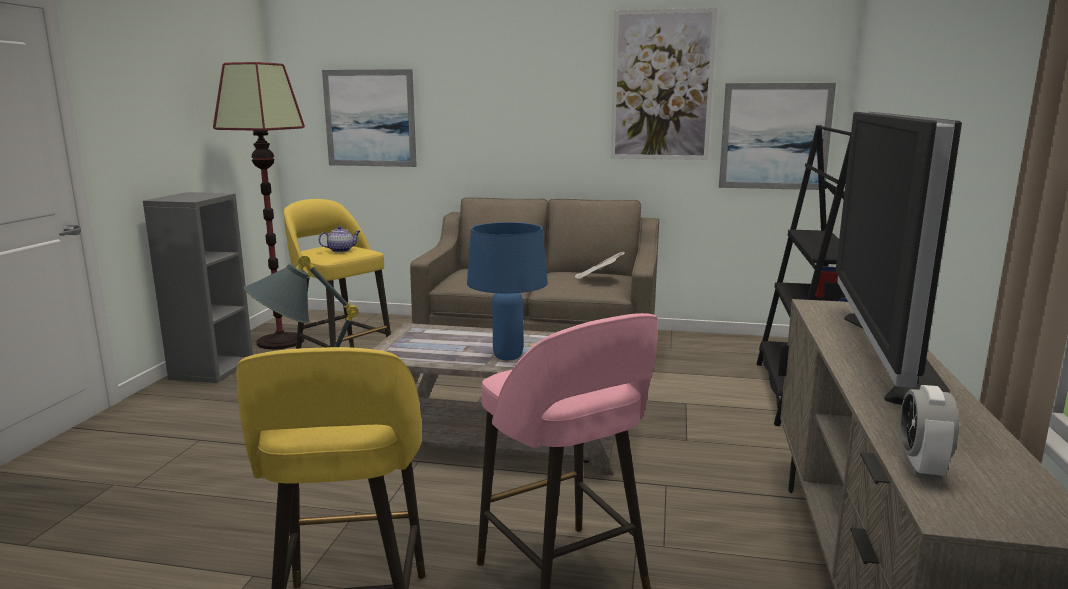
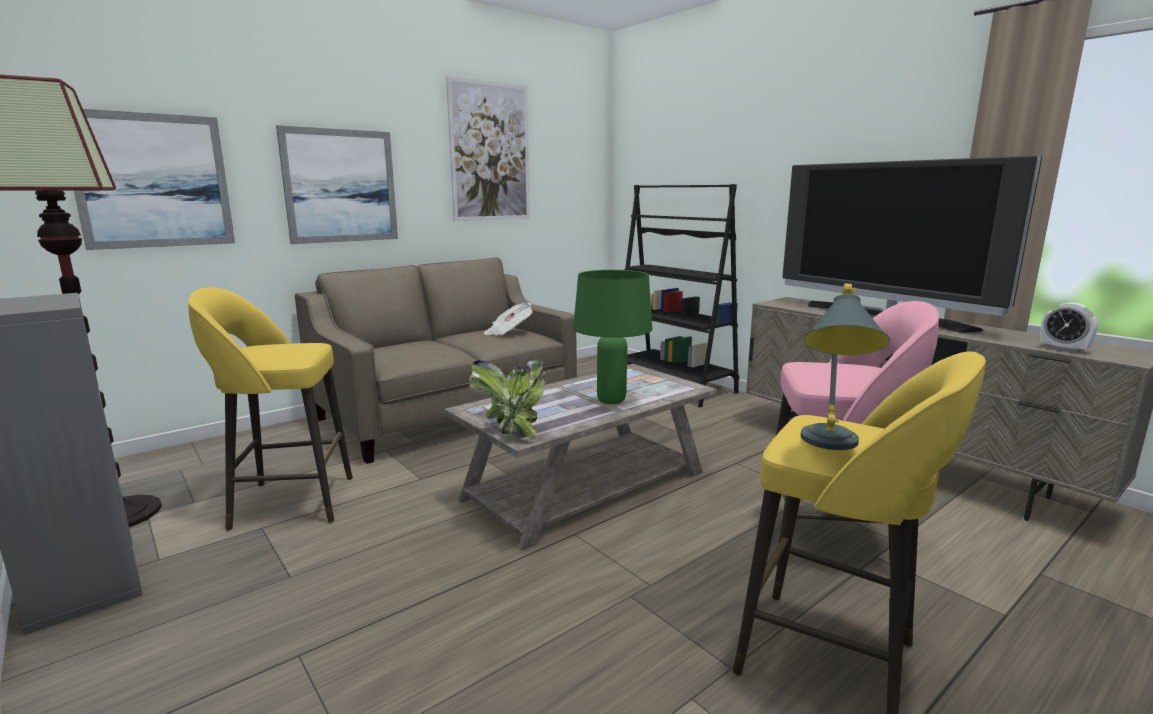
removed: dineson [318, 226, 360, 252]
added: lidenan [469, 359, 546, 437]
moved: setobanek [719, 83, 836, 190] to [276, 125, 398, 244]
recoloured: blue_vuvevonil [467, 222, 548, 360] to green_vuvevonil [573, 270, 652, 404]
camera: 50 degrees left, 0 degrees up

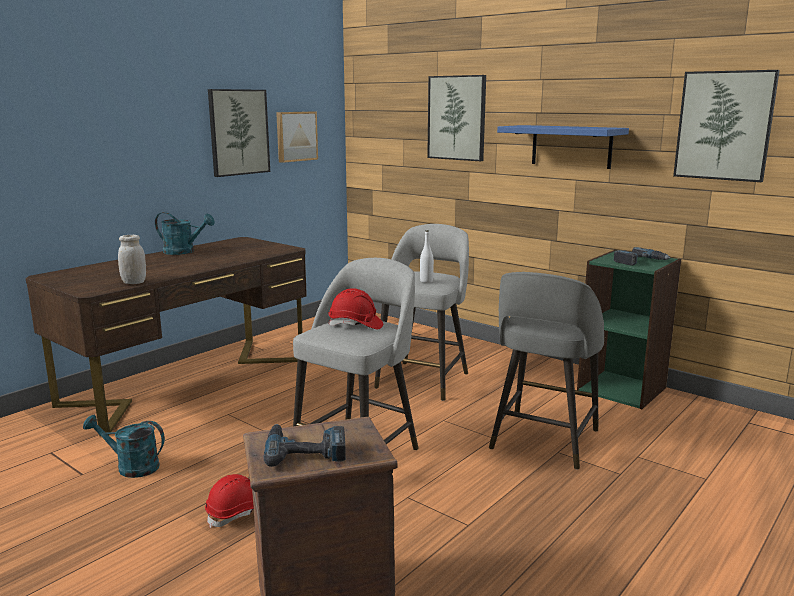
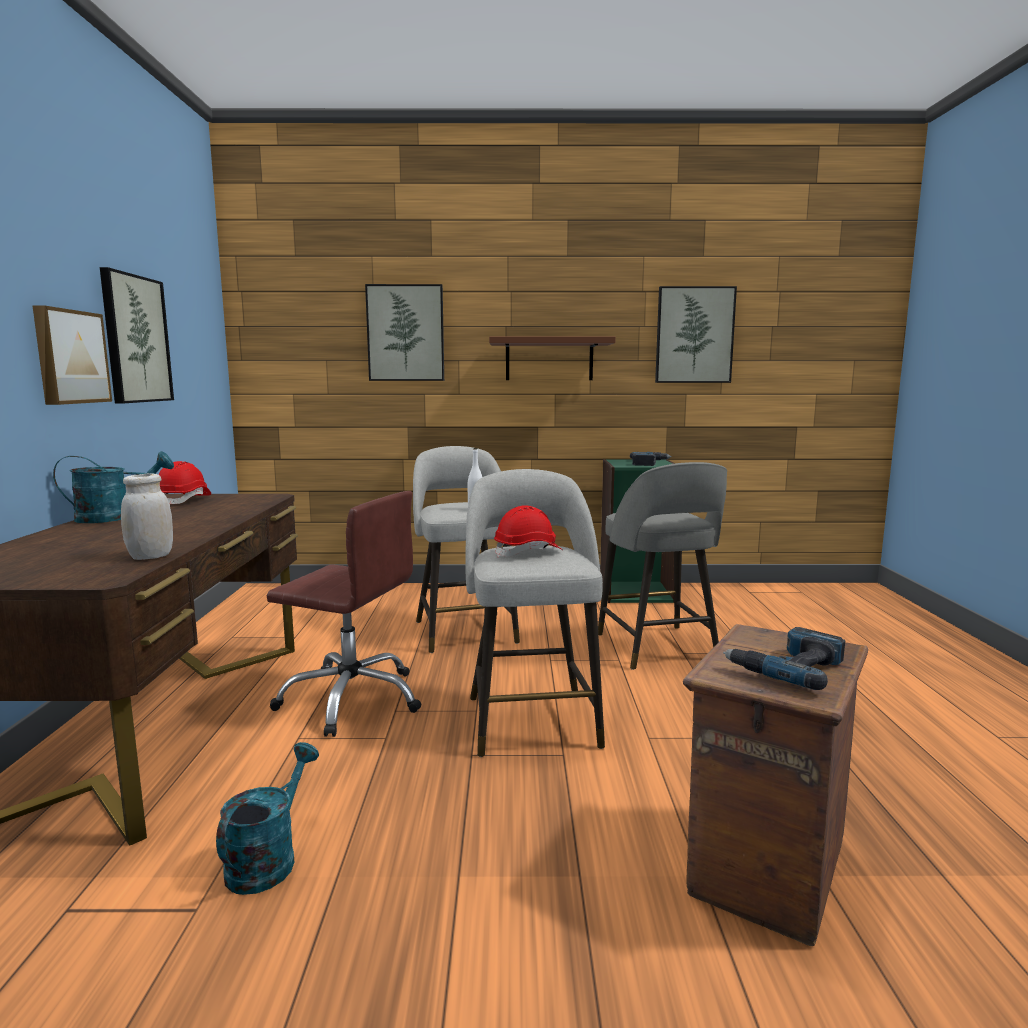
added: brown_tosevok [266, 491, 422, 737]
moved: setobanek [276, 112, 318, 163] to [33, 305, 112, 405]; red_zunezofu [205, 474, 254, 528] to [158, 461, 211, 505]
recoloured: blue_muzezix [497, 125, 629, 169] to brown_muzezix [489, 337, 616, 380]
turned: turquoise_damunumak [83, 415, 165, 478] = [216, 742, 319, 895] 135 degrees clockwise
camera: 40 degrees left, 5 degrees down

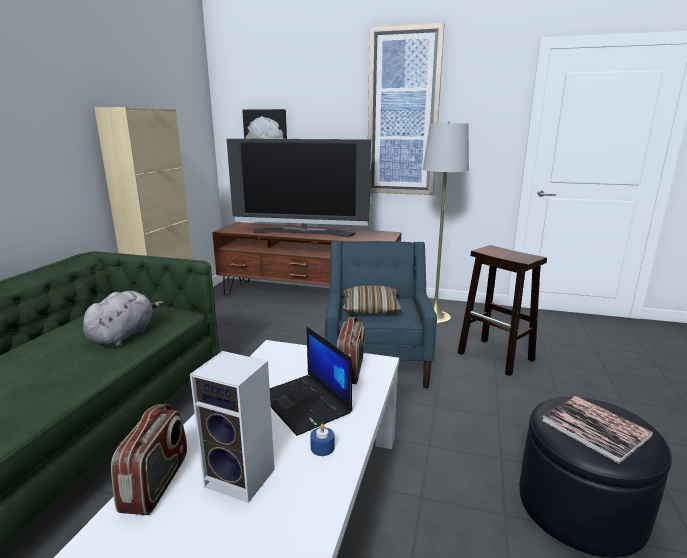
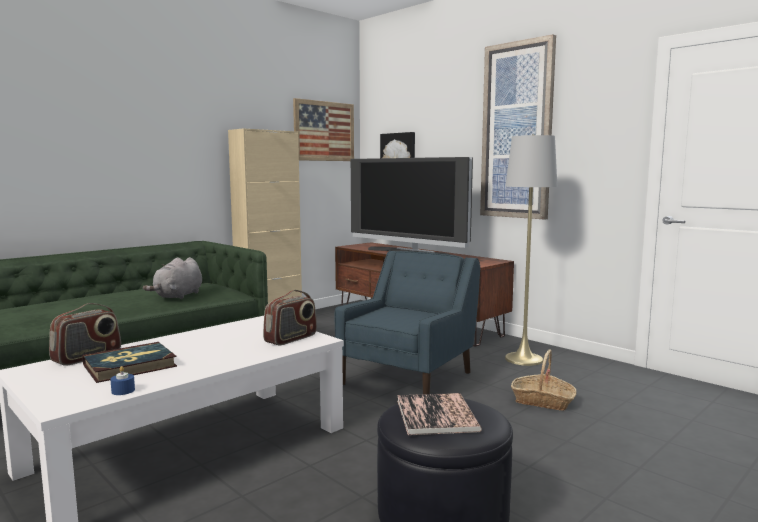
removed: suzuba [342, 285, 402, 314]; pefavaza [270, 327, 352, 436]
added: setobanek [293, 98, 354, 161]
moved: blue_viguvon [310, 424, 334, 456] to [110, 366, 135, 395]
replaced: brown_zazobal [457, 245, 547, 376] to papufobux [511, 349, 577, 411]; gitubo [190, 351, 275, 503] to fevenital [82, 342, 177, 383]
turned: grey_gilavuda [83, 291, 164, 346] = [143, 257, 202, 299] 150 degrees clockwise
camera: 30 degrees right, 10 degrees down

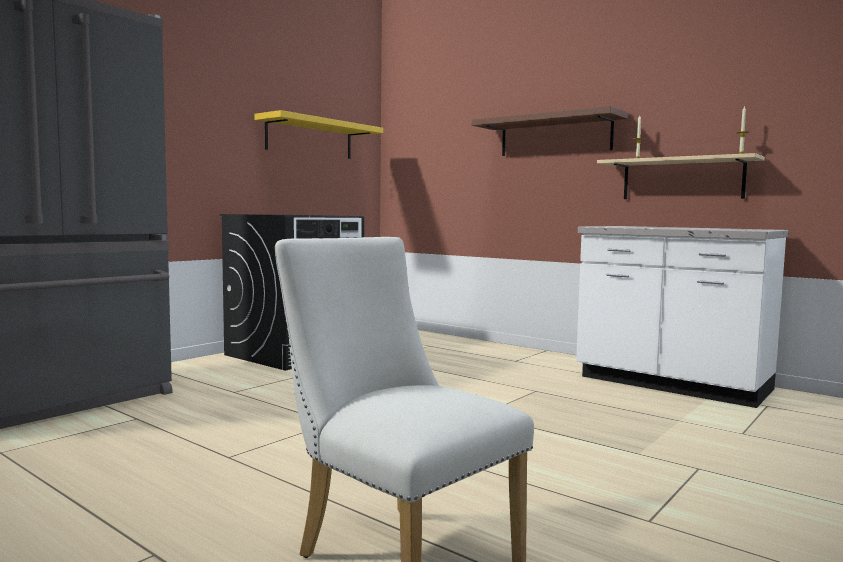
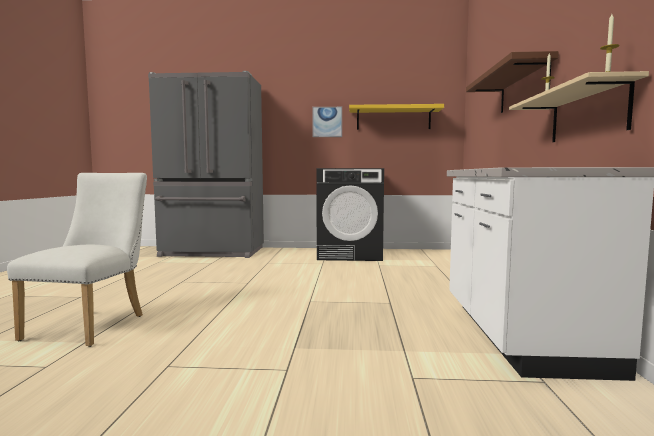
added: setobanek [312, 107, 342, 137]
camera: 55 degrees right, 0 degrees up

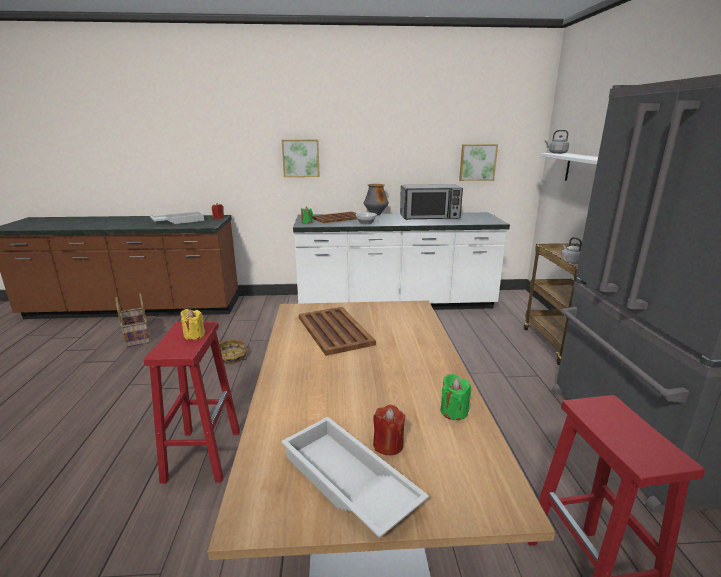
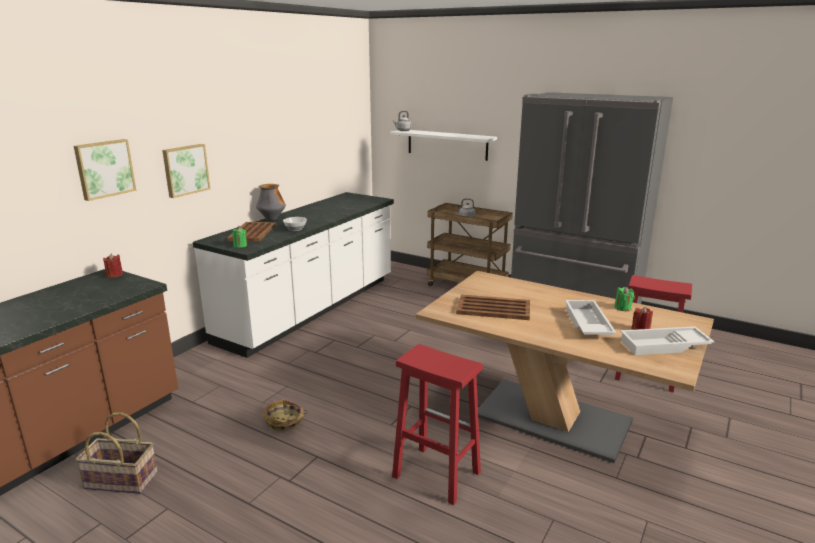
removed: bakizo [400, 184, 463, 220]; yellow_viguvon [181, 309, 205, 340]
moved: setobanek [459, 144, 498, 181] to [74, 139, 136, 201]; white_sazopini [150, 211, 205, 224] to [565, 300, 616, 335]
camera: 55 degrees left, 0 degrees up

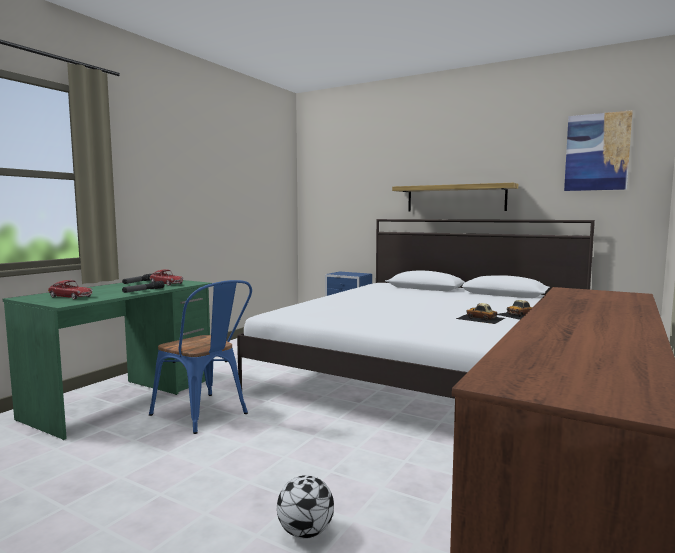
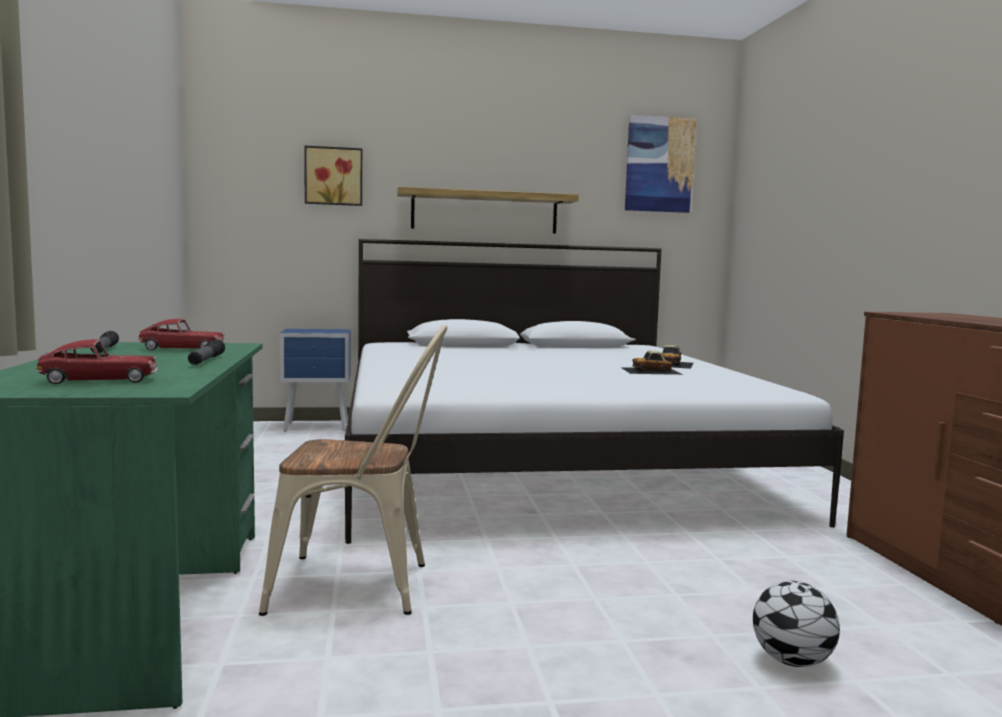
added: setobanek [304, 145, 362, 206]
recoloured: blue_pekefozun [149, 280, 252, 434] to beige_pekefozun [259, 325, 447, 616]
camera: 40 degrees left, 0 degrees up

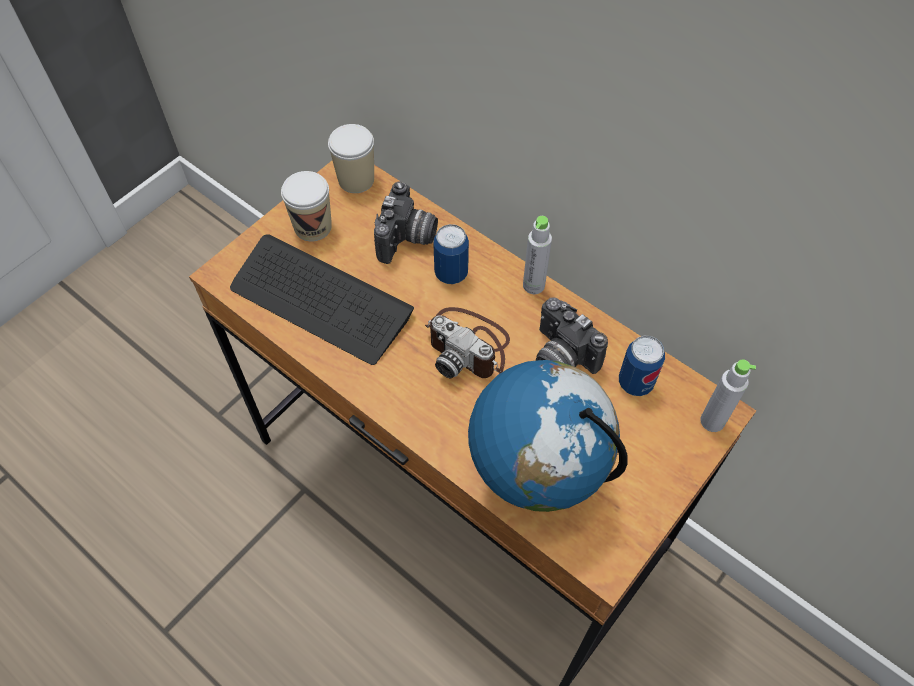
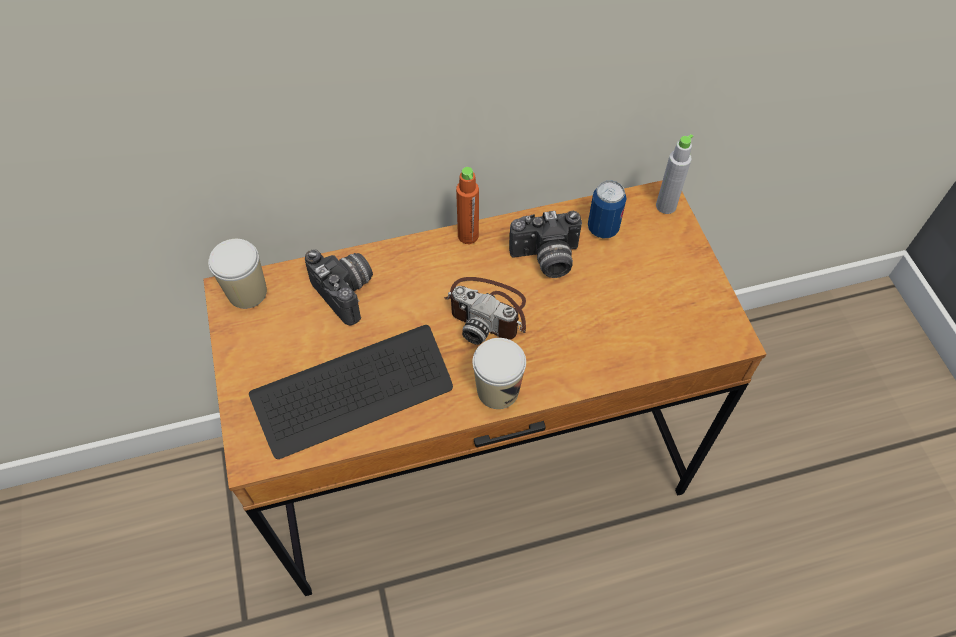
removed: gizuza [433, 224, 469, 284]; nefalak [468, 360, 628, 512]
moved: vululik [281, 171, 332, 242] to [472, 338, 526, 409]
recoloured: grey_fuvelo [523, 216, 552, 294] to orange_fuvelo [456, 167, 479, 244]
turned: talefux [425, 307, 510, 379] = [444, 277, 526, 345] 45 degrees clockwise
camera: 55 degrees left, 0 degrees up

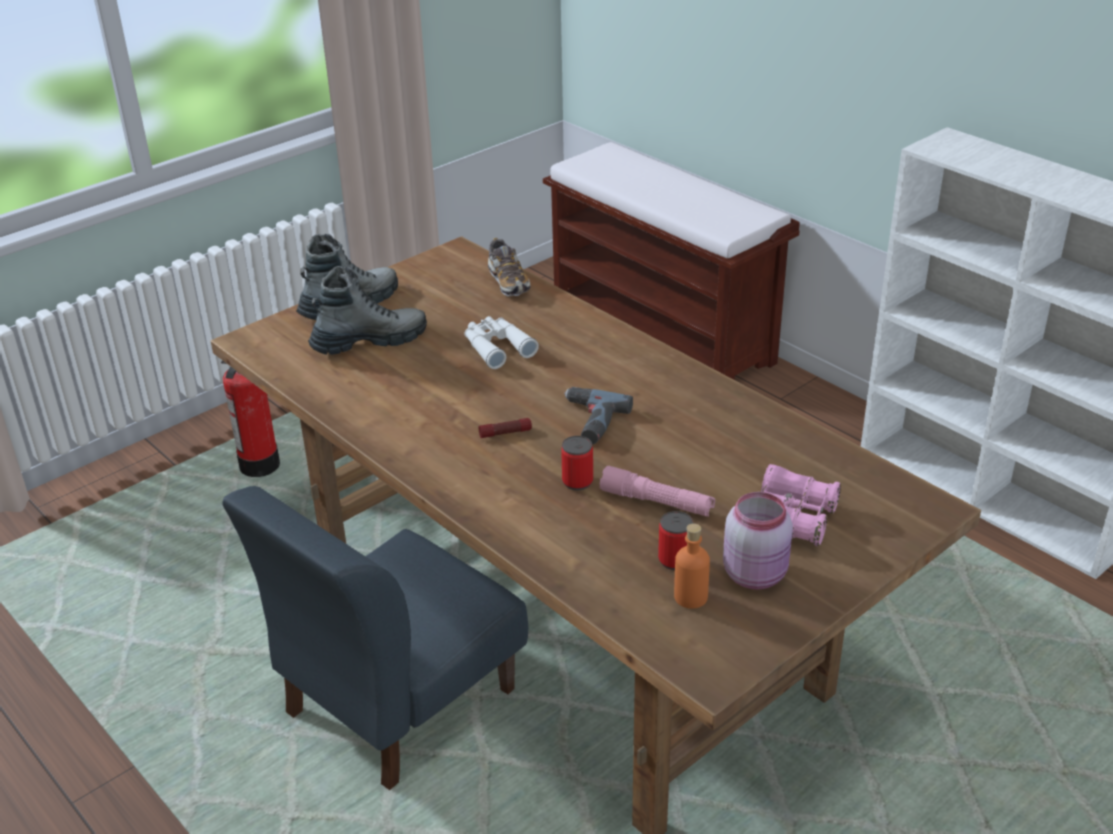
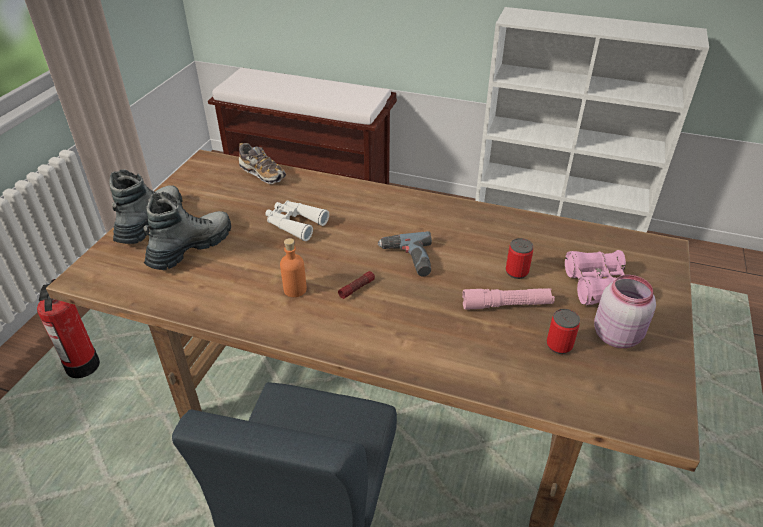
moved: gizuza [561, 436, 593, 490] to [506, 238, 533, 279]; orange_fuvelo [674, 523, 710, 609] to [280, 238, 307, 297]
camera: 30 degrees left, 5 degrees up

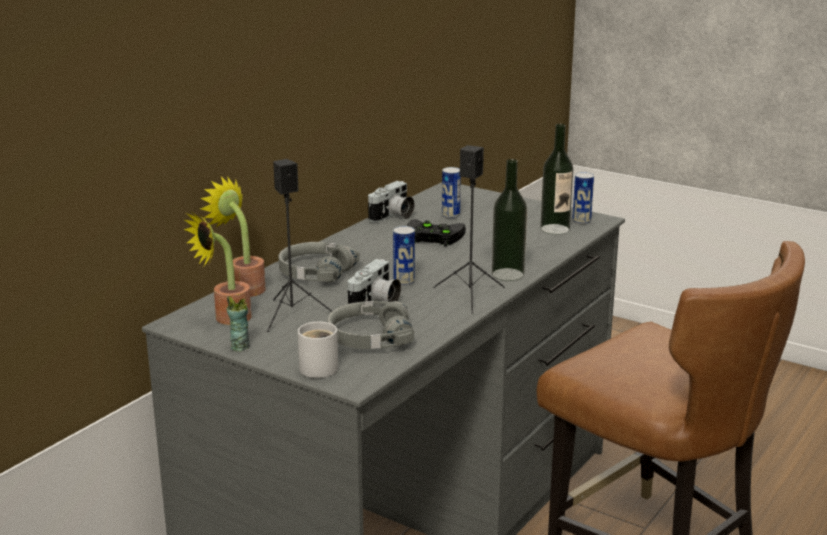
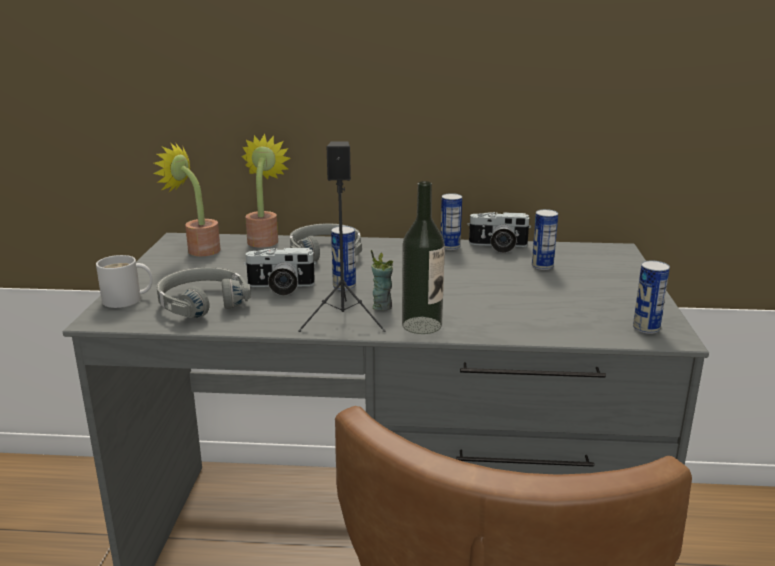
removed: fuvelo [540, 124, 573, 235]; black_gitubo [267, 159, 332, 332]; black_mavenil [407, 219, 466, 246]
added: gizuza [441, 193, 462, 250]
moved: vululik [226, 296, 250, 352] to [371, 250, 393, 311]
camera: 60 degrees right, 0 degrees up

